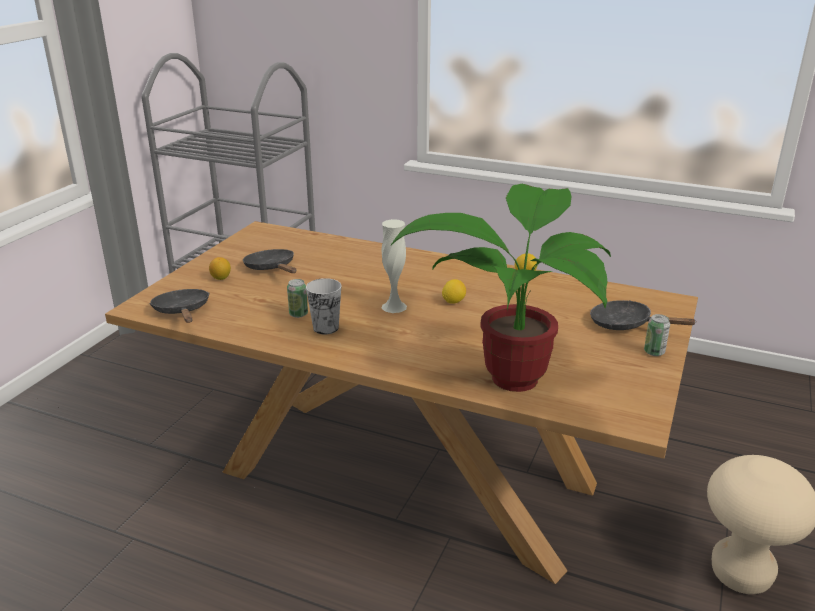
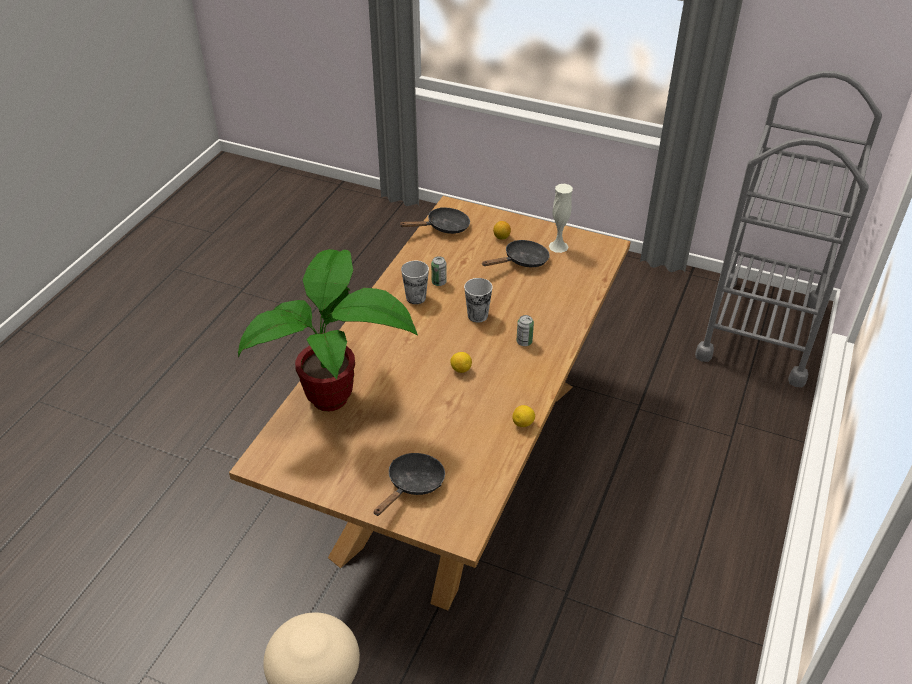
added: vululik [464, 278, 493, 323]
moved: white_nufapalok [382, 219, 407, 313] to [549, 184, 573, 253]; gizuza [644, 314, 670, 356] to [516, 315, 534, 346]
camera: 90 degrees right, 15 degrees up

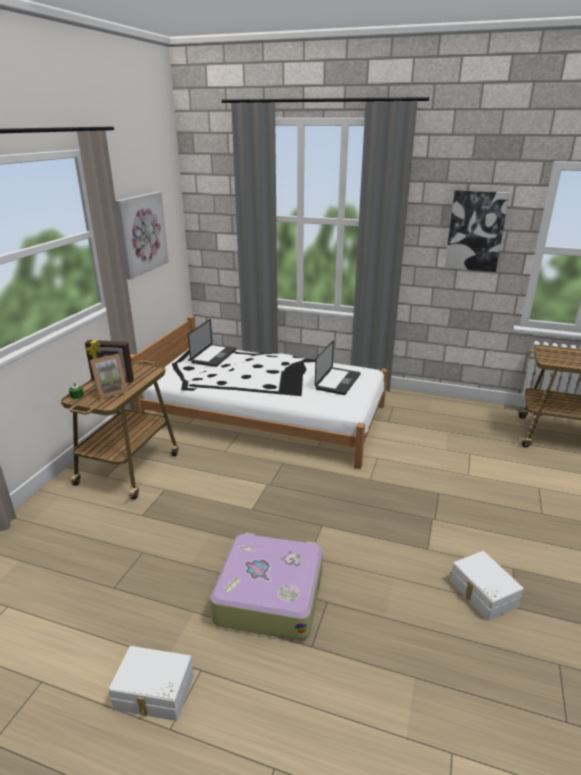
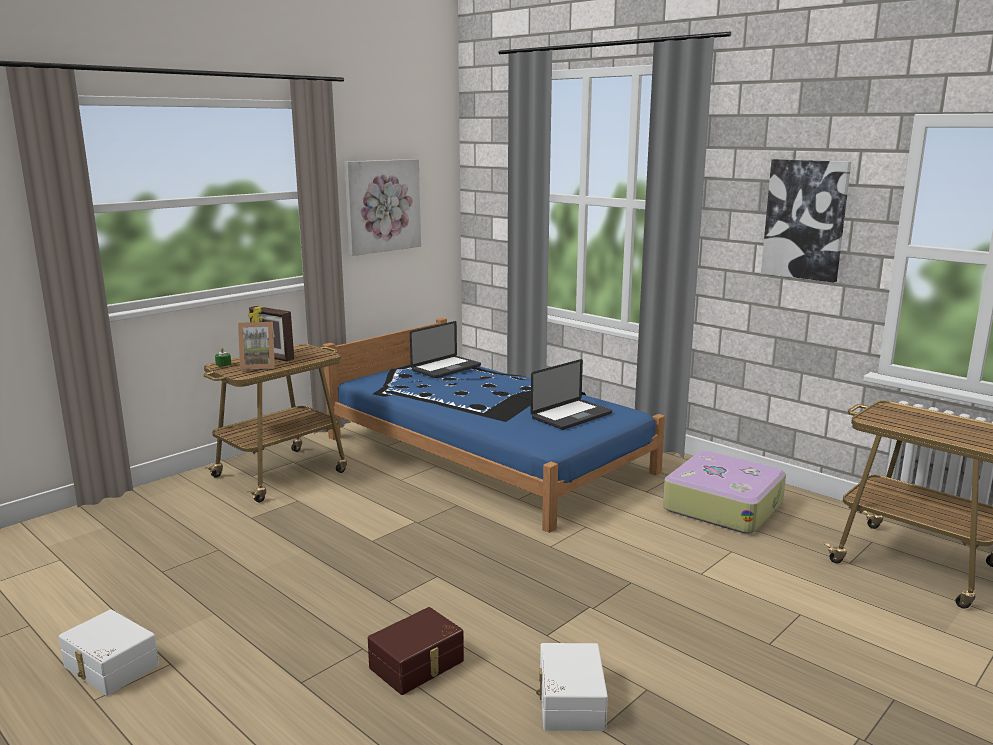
added: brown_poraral [368, 607, 464, 695]
moved: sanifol [210, 533, 323, 641] to [663, 451, 786, 534]
recoloured: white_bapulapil [130, 315, 388, 469] to blue_bapulapil [323, 318, 665, 533]
camera: 25 degrees right, 10 degrees down

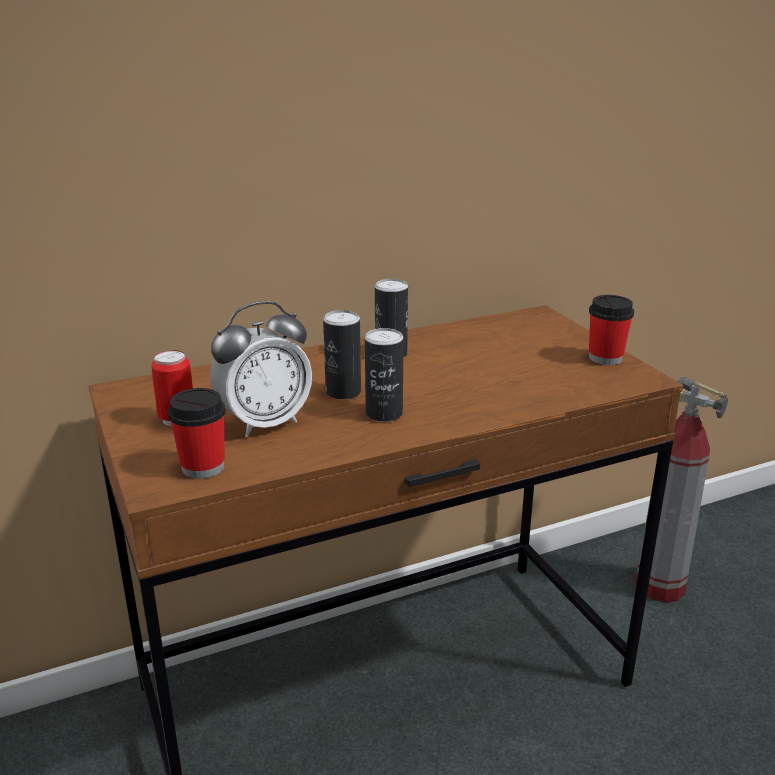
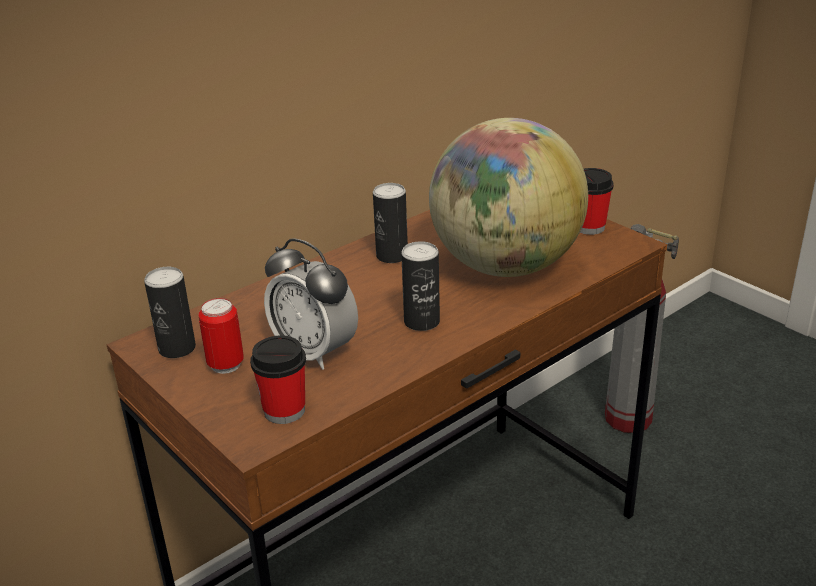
added: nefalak [429, 118, 588, 277]
moved: gizuza [323, 310, 361, 399] to [144, 267, 196, 358]
turned: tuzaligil [210, 301, 312, 437] = [264, 239, 358, 370] 90 degrees clockwise
camera: 15 degrees left, 5 degrees up

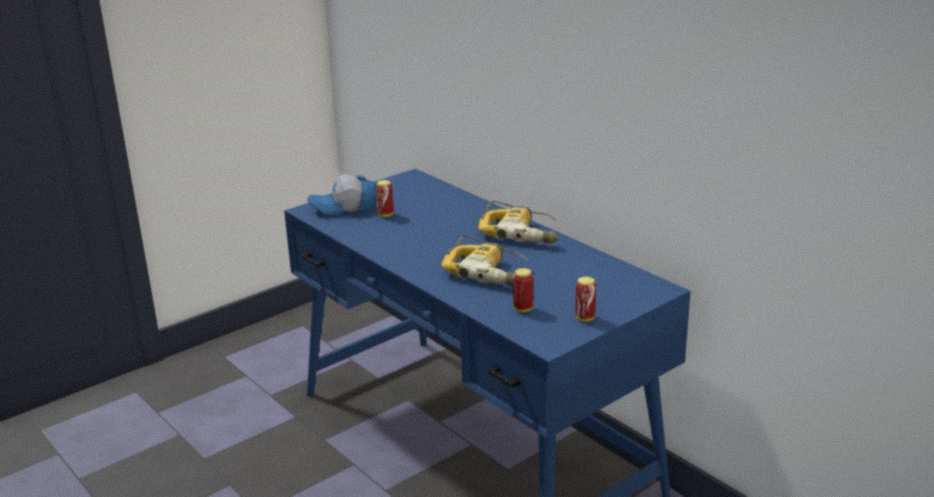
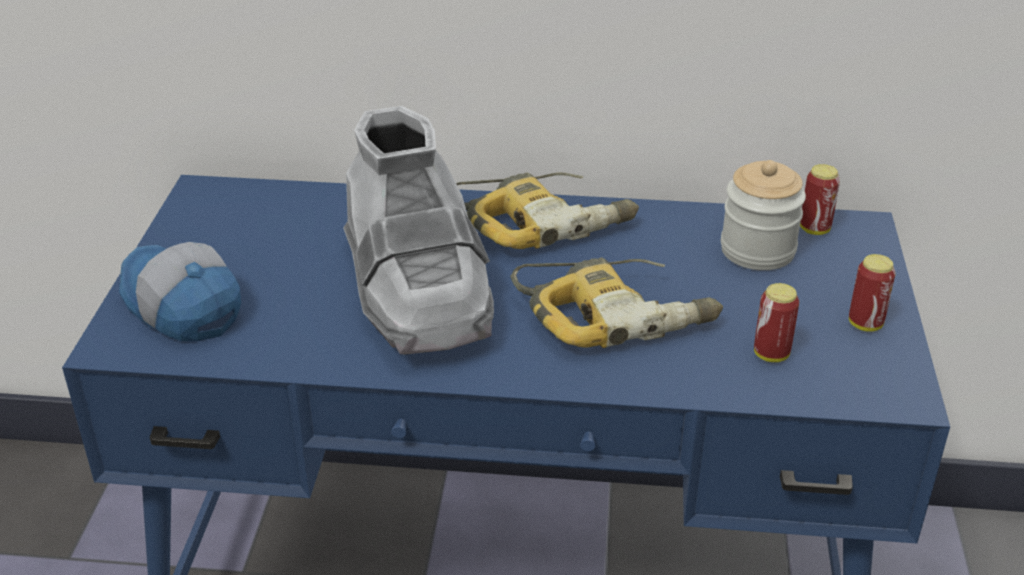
added: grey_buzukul [343, 106, 494, 354]; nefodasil [721, 160, 806, 270]
moved: gizuza [376, 180, 393, 217] to [800, 164, 840, 235]
turned: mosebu [307, 174, 376, 217] = [119, 242, 241, 341] 105 degrees clockwise
camera: 45 degrees left, 10 degrees up

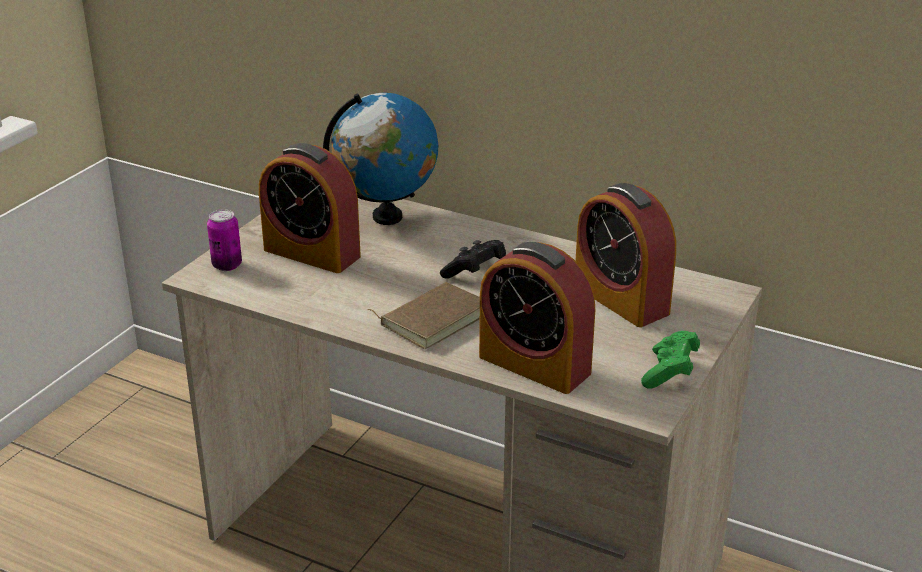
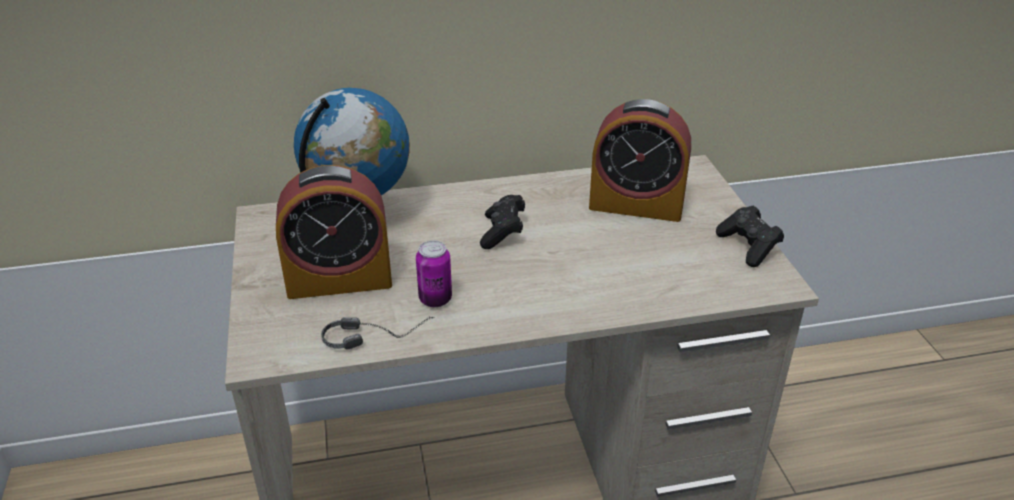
removed: tuzaligil [479, 242, 595, 394]; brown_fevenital [367, 282, 480, 349]
added: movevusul [321, 317, 435, 350]
moved: gizuza [207, 209, 242, 271] to [416, 240, 452, 307]
recoloured: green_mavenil [641, 331, 700, 389] to black_mavenil [716, 206, 784, 267]
camera: 40 degrees left, 5 degrees up

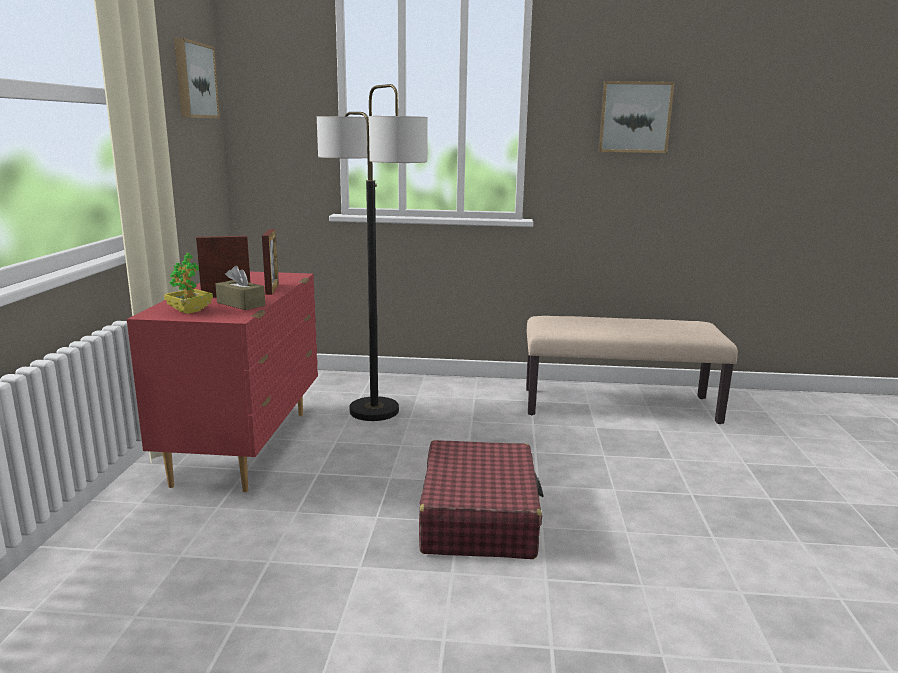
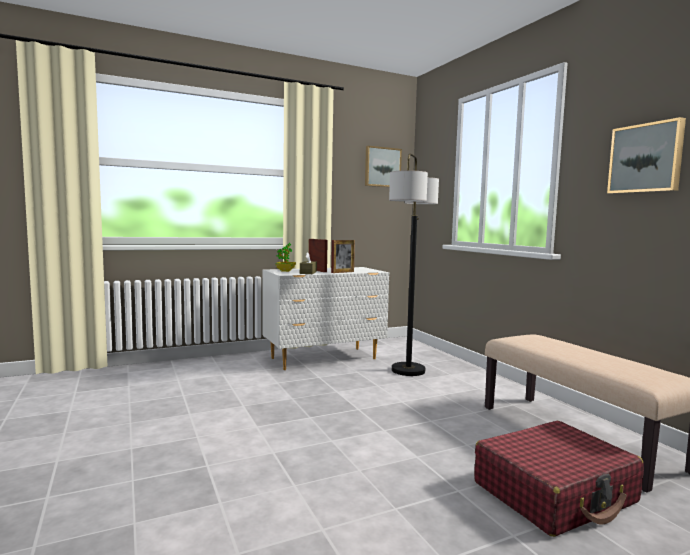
moved: red_sanifol [419, 440, 544, 559] to [474, 421, 644, 537]
recoloured: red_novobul [127, 272, 318, 492] to white_novobul [263, 267, 389, 370]
camera: 60 degrees right, 10 degrees down

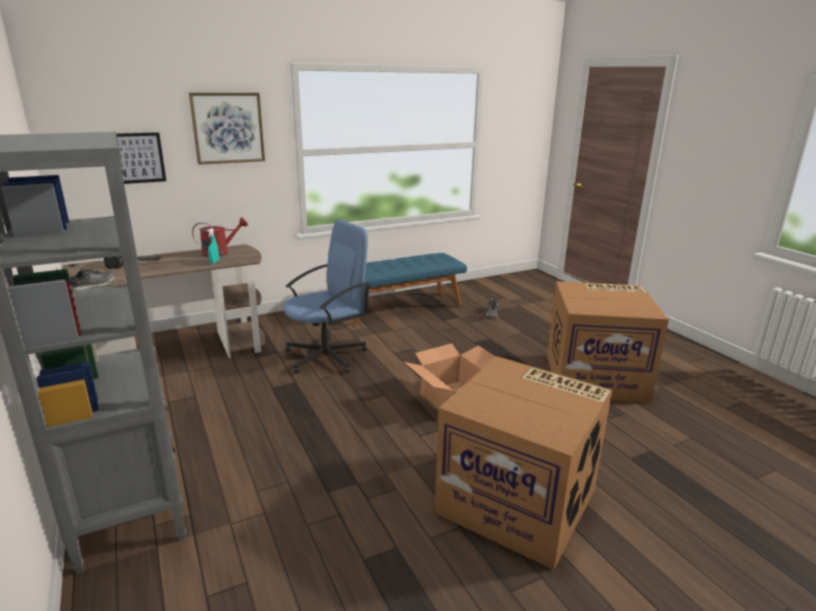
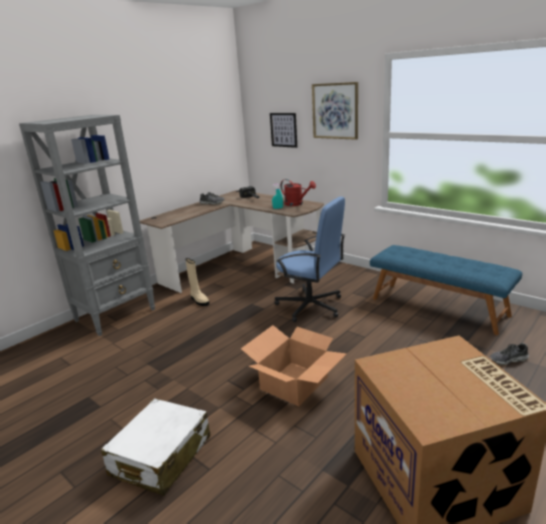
added: beige_buzukul [185, 258, 210, 306]
replaced: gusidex [435, 356, 612, 570] to white_sanifol [101, 398, 211, 496]
camera: 70 degrees right, 0 degrees up

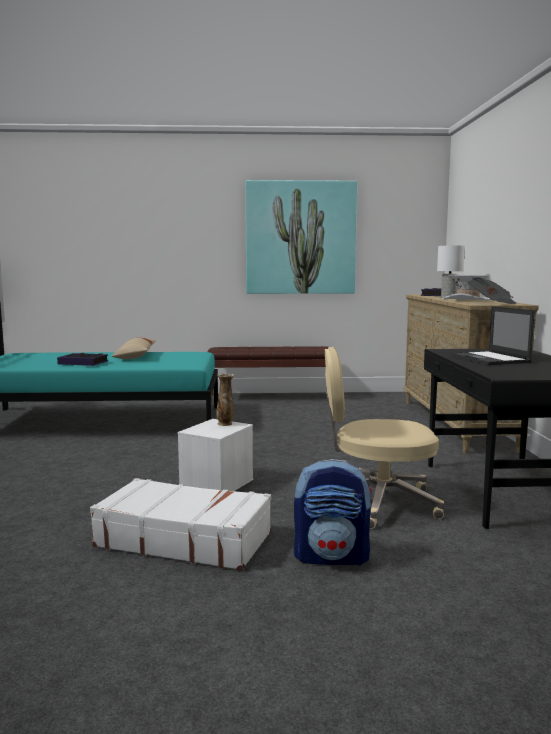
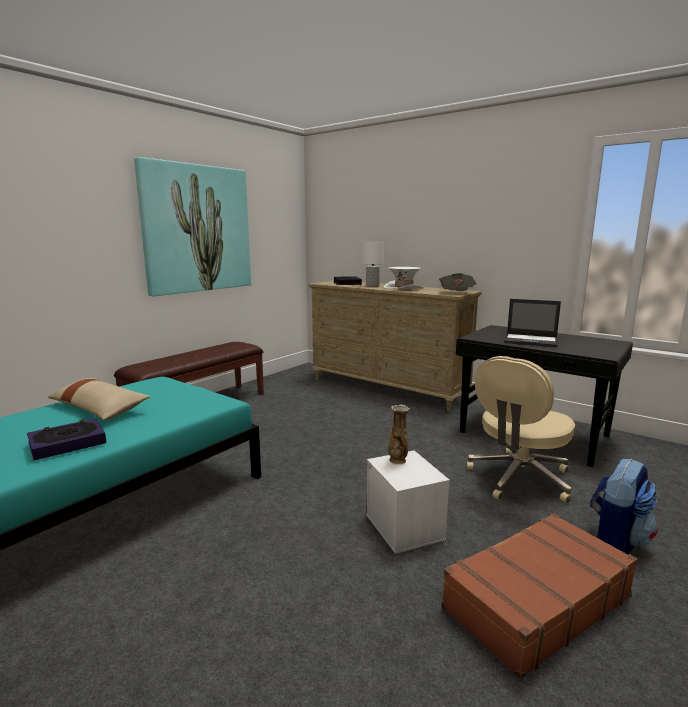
recoloured: white_sanifol [90, 478, 271, 571] to brown_sanifol [441, 513, 638, 679]
camera: 50 degrees left, 5 degrees up

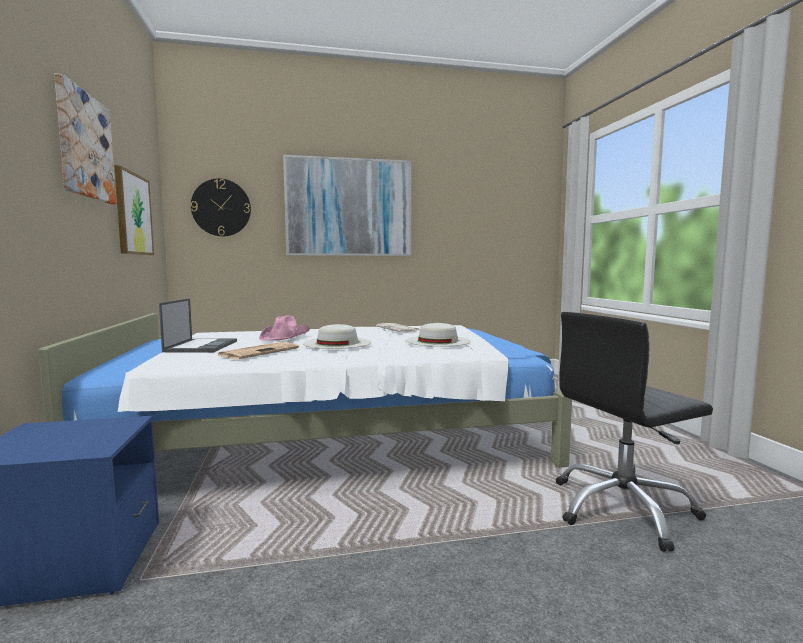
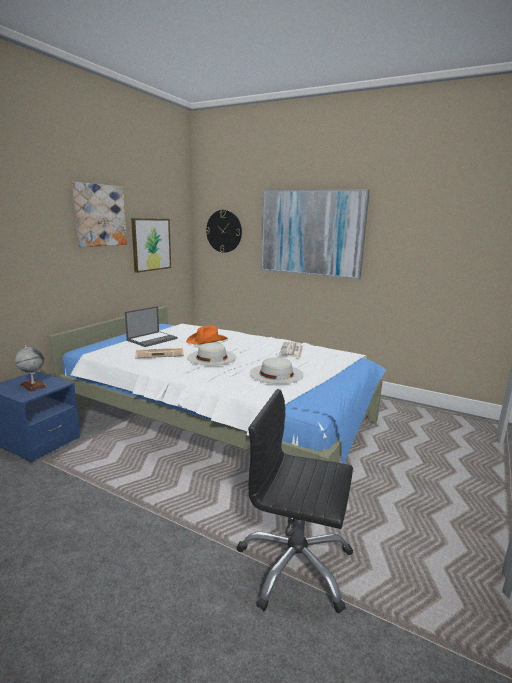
added: nefalak [15, 345, 47, 392]
recoloured: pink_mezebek [259, 316, 310, 340] to orange_mezebek [186, 326, 228, 345]
camera: 40 degrees right, 10 degrees up

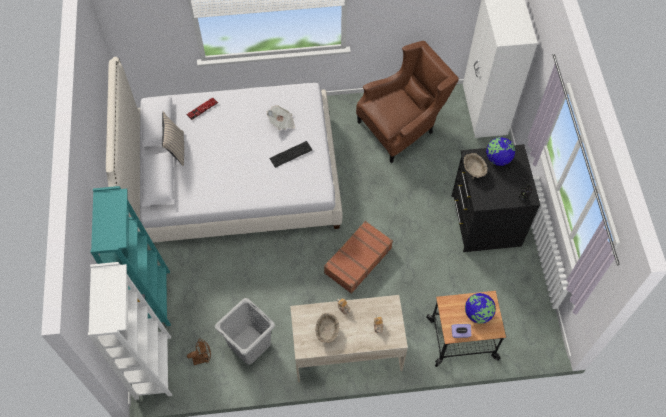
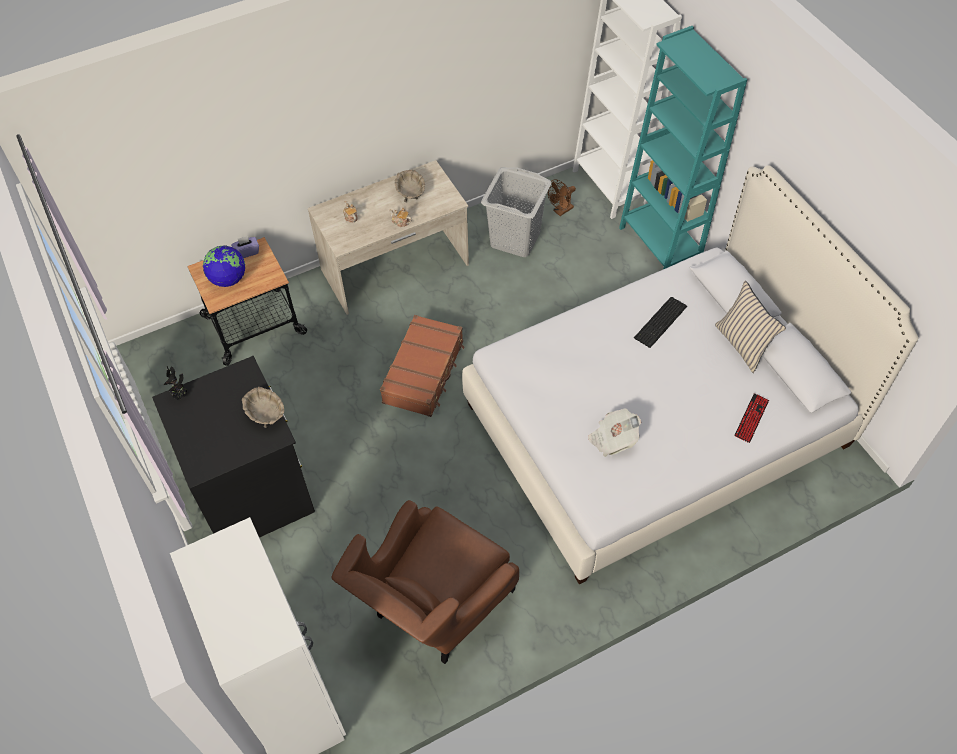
removed: nefalak [486, 137, 515, 166]
moved: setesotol [269, 141, 312, 168] to [634, 297, 687, 348]
camera: 160 degrees right, 5 degrees down

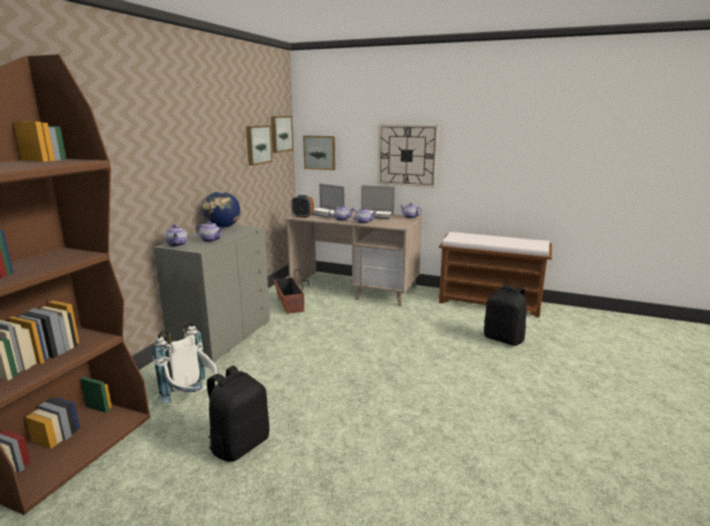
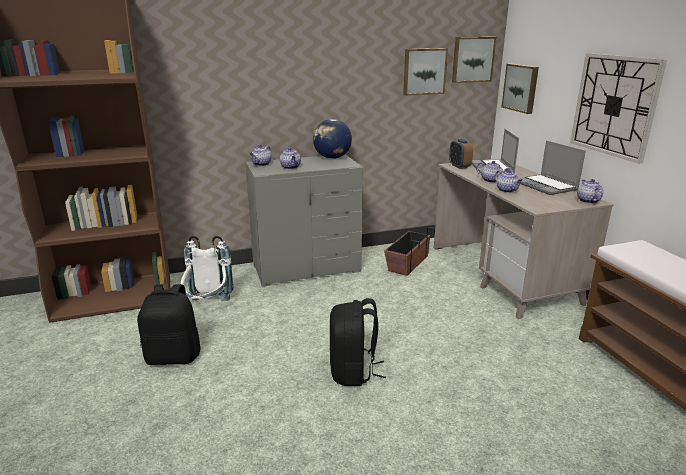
moved: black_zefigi [484, 284, 527, 346] to [330, 298, 386, 386]
camera: 50 degrees right, 5 degrees up

